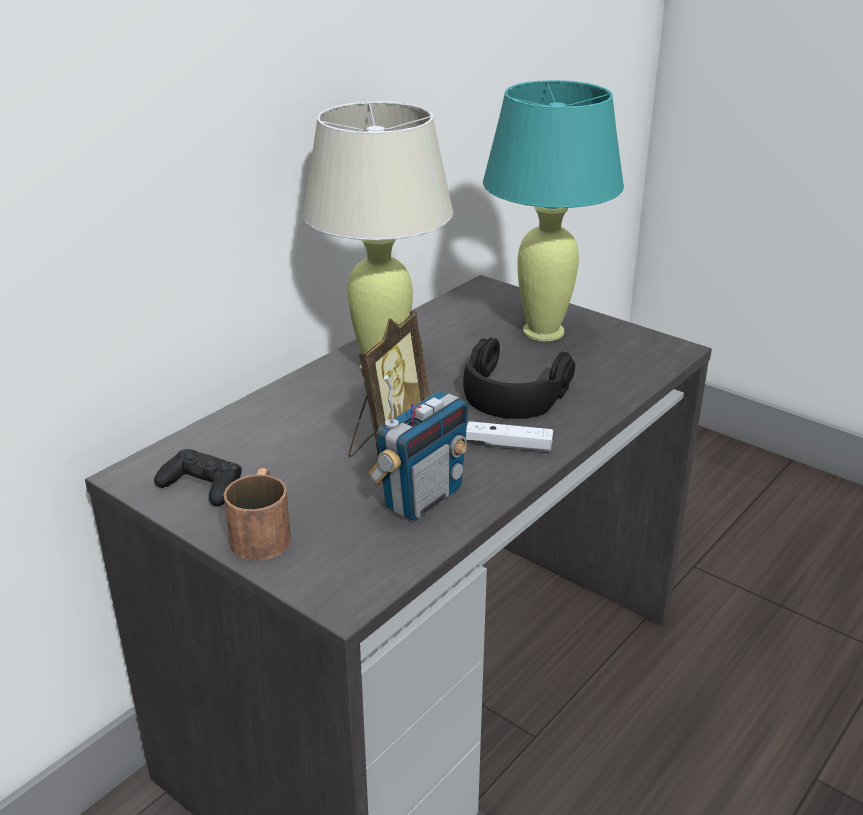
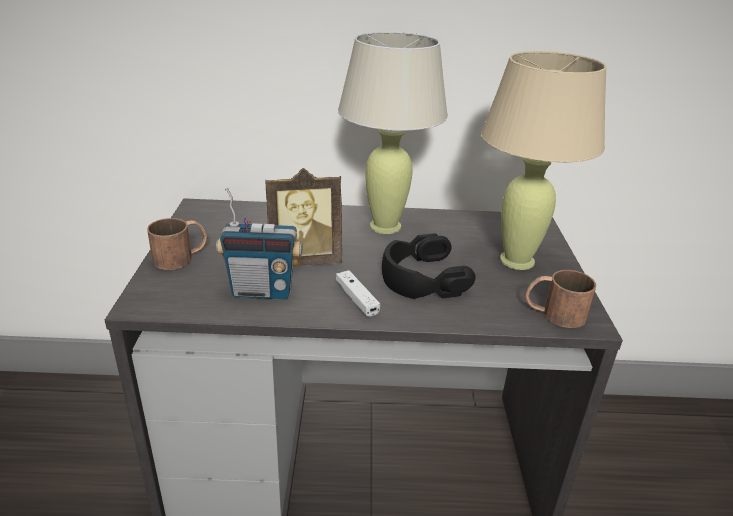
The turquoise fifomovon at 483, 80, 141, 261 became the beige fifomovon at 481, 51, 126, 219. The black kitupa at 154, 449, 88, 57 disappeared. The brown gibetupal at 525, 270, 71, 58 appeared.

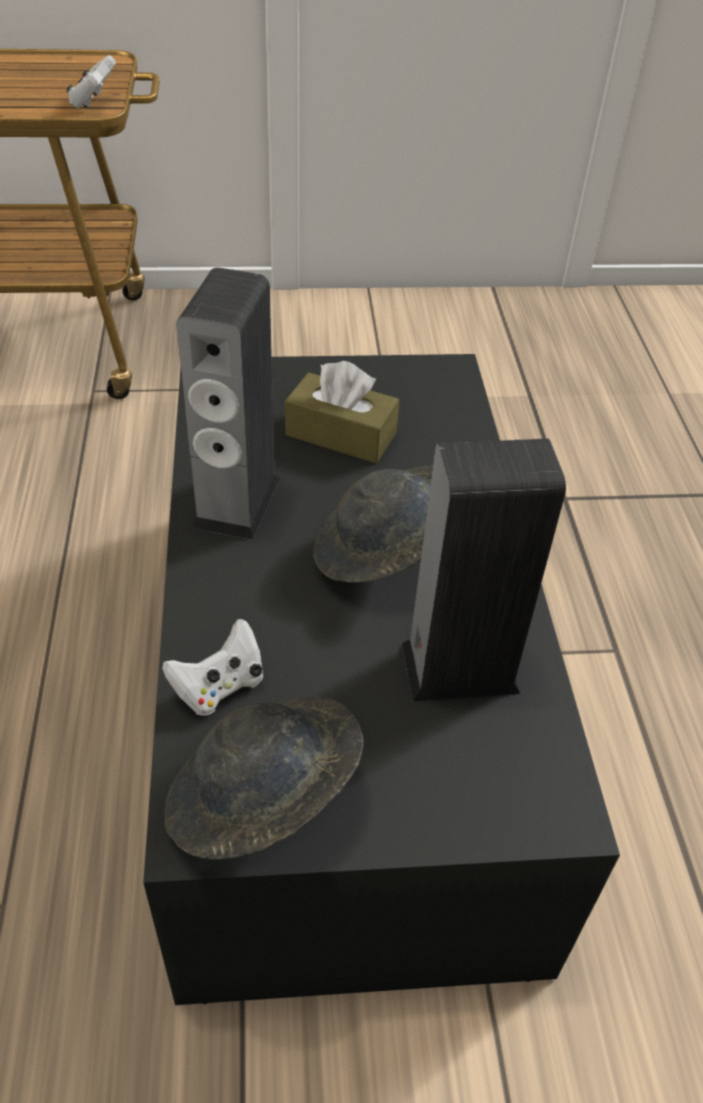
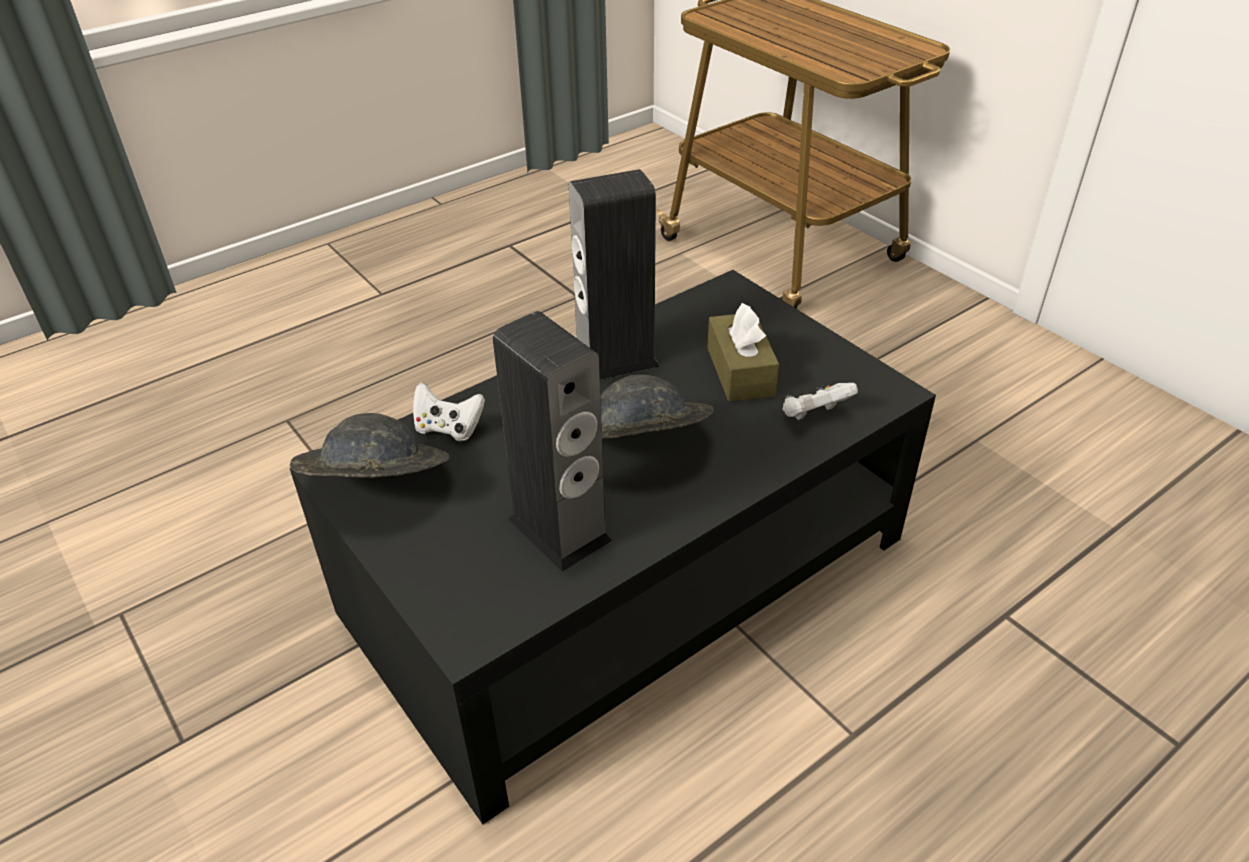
The white kitupa moved from 66, 55, 50, 53 to 782, 383, 76, 37.

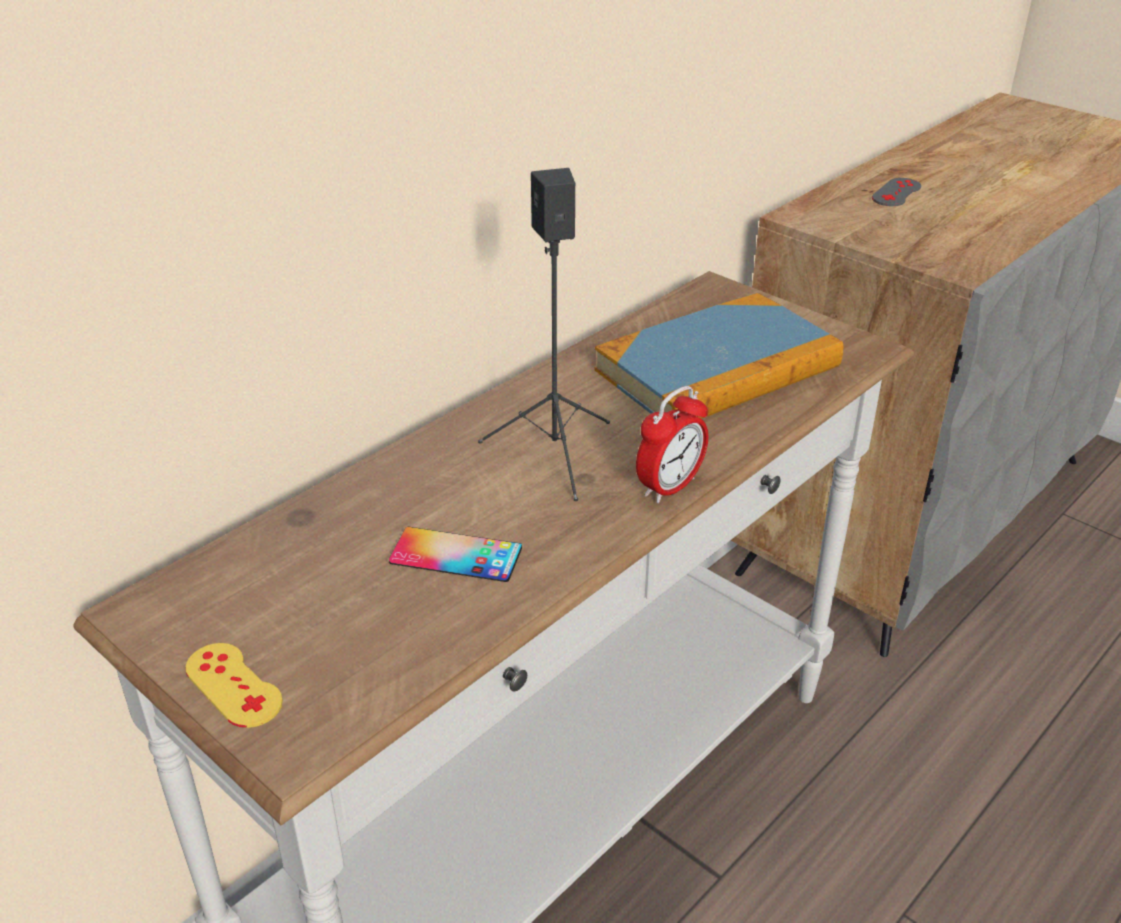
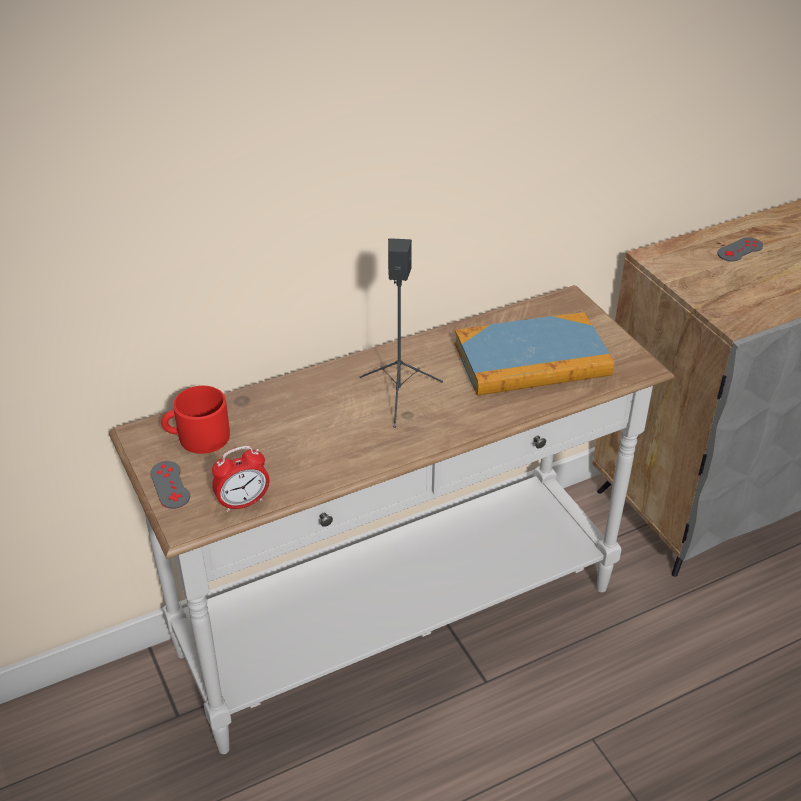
The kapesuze moved from 636, 386, 72, 117 to 212, 446, 57, 66. The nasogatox at 389, 527, 133, 55 disappeared. The yellow kitupa at 185, 643, 98, 85 became the grey kitupa at 150, 461, 40, 48. The red gibetupal at 161, 386, 69, 68 appeared.

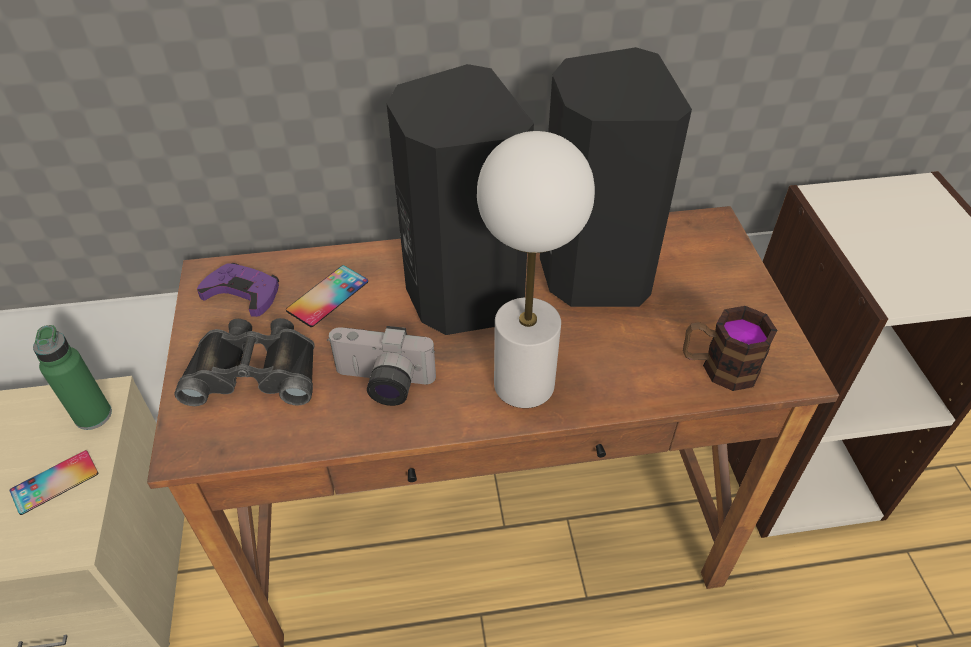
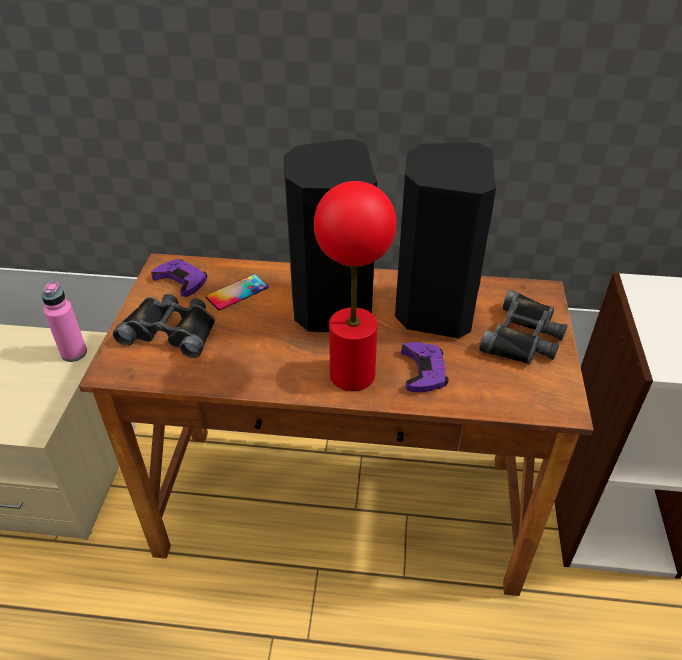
The white fifomovon at 477, 131, 118, 277 became the red fifomovon at 314, 181, 82, 210. The gibetupal at 683, 306, 95, 85 disappeared. The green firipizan at 33, 325, 79, 105 became the pink firipizan at 42, 281, 45, 81. The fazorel at 327, 326, 109, 80 disappeared. The nasogatox at 10, 450, 88, 65 disappeared. The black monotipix at 479, 290, 89, 75 appeared. The purple kitupa at 401, 342, 47, 50 appeared.

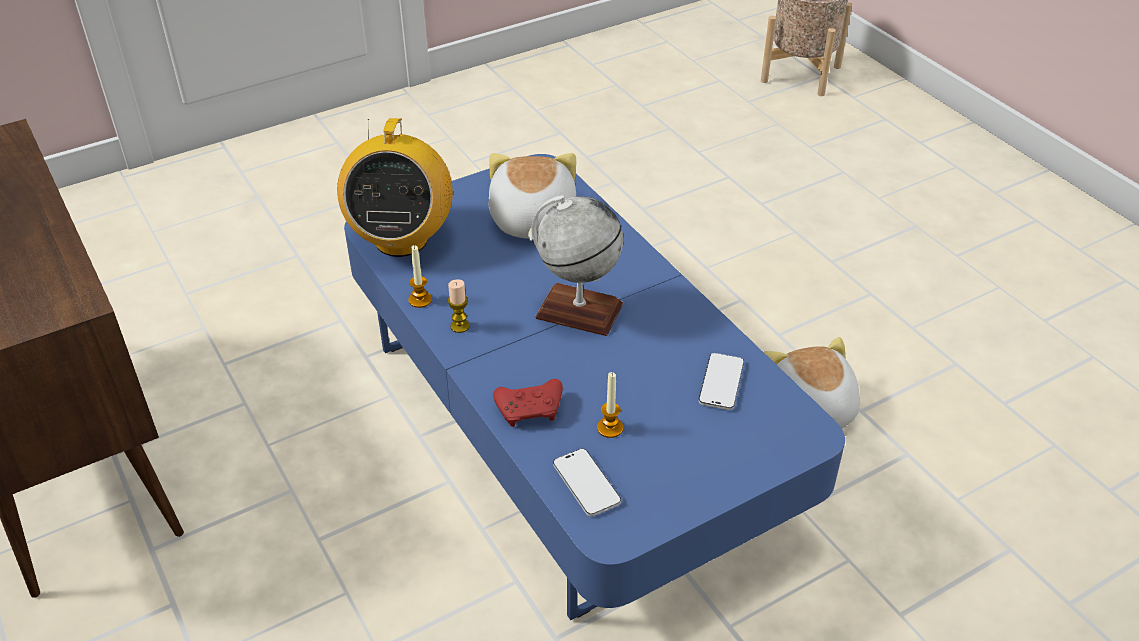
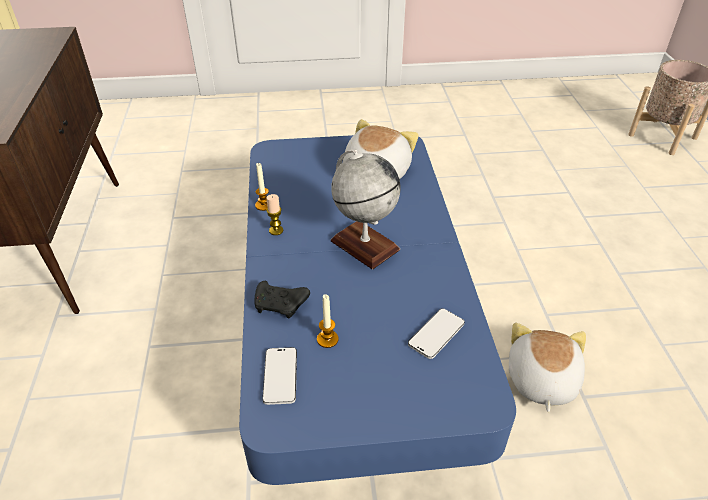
The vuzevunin at 337, 118, 116, 139 disappeared. The red kitupa at 493, 379, 70, 48 became the black kitupa at 254, 281, 56, 37.

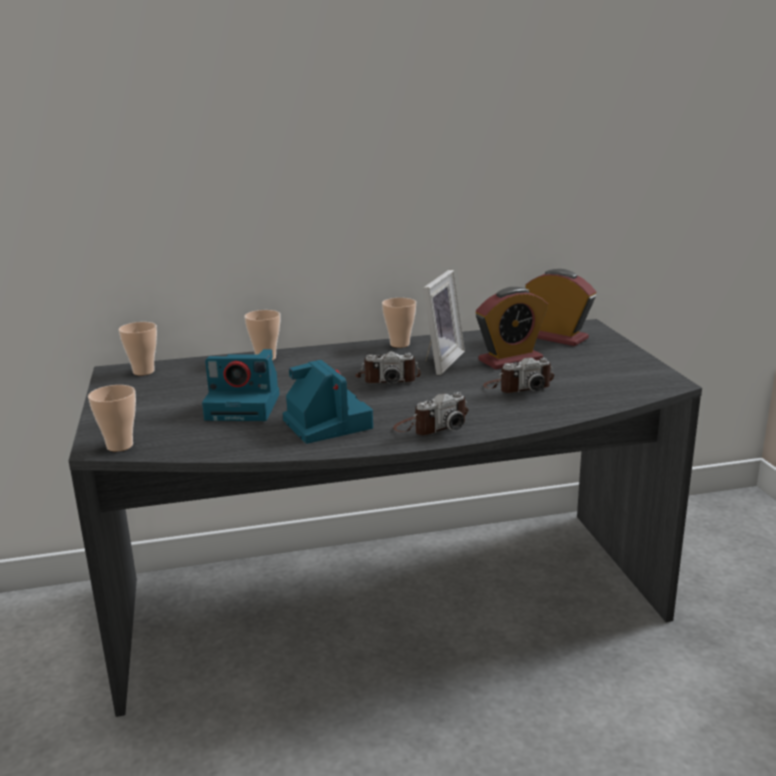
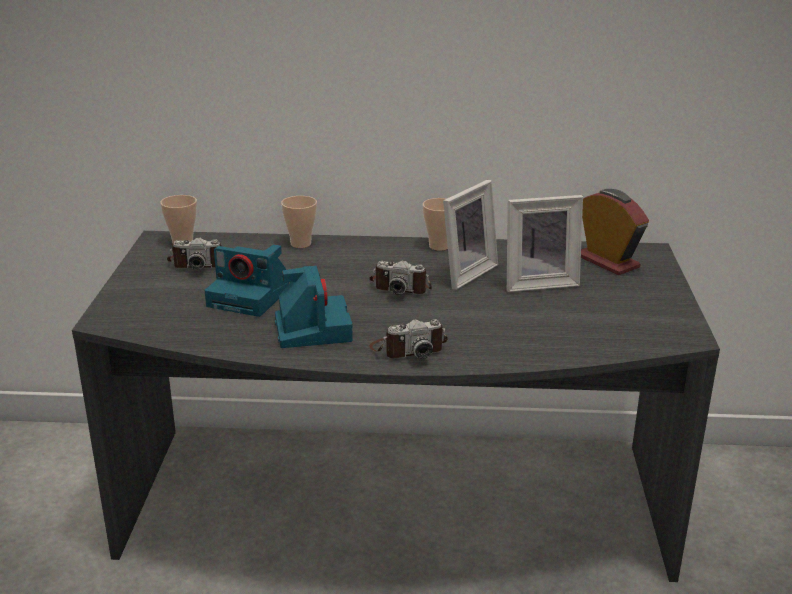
The kapesuze at 476, 287, 72, 82 was replaced by the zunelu at 507, 195, 76, 97. The fazorel moved from 483, 358, 71, 35 to 167, 237, 55, 33. The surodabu at 88, 385, 48, 67 disappeared.

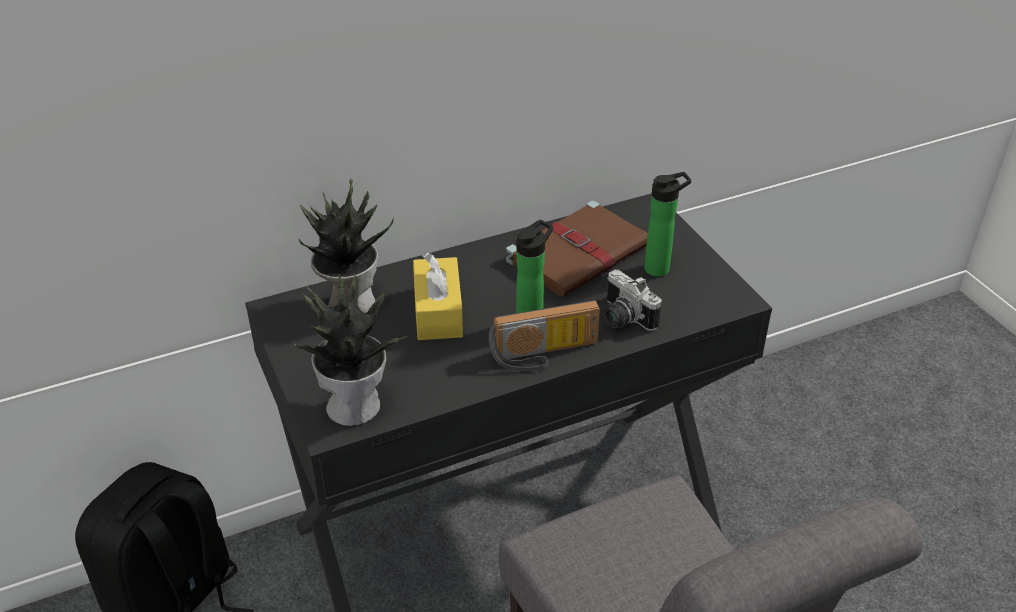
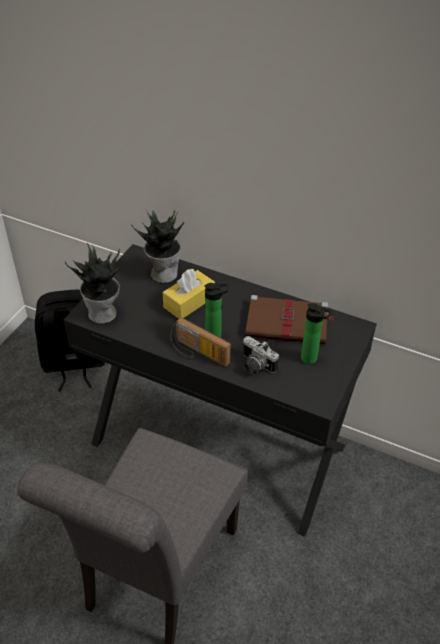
The fazorel at 603, 270, 58, 61 turned 60 degrees counterclockwise.

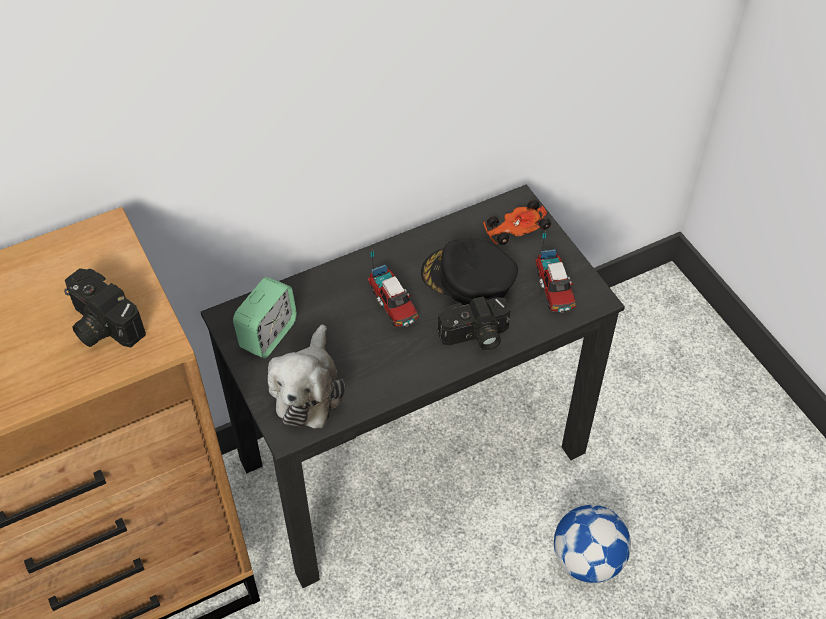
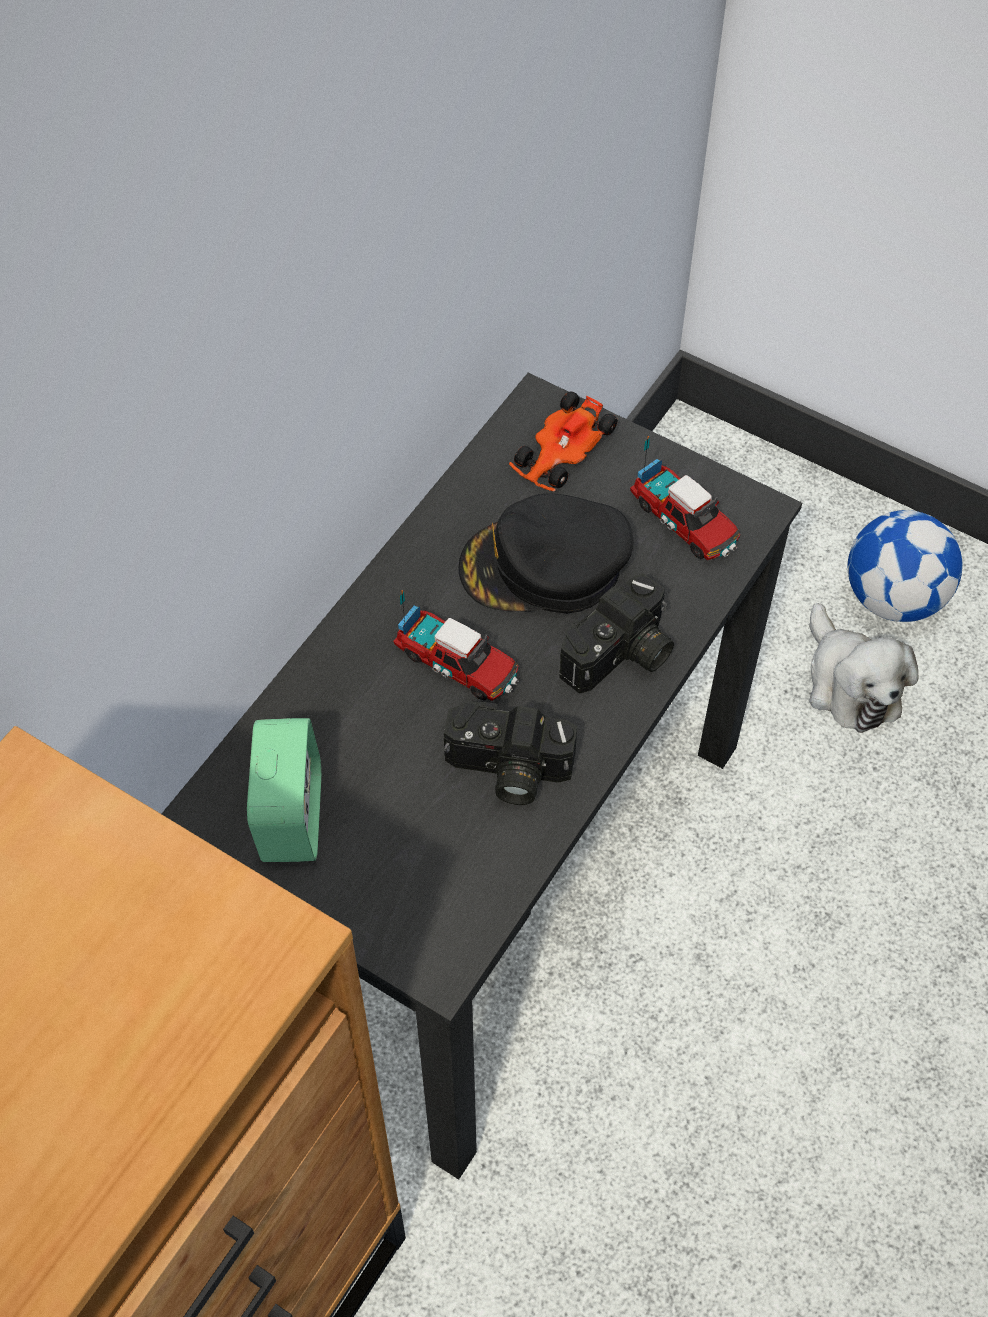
The fazorel moved from 64, 268, 82, 80 to 443, 701, 134, 104. The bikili moved from 268, 325, 77, 103 to 809, 603, 109, 130. The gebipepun moved from 554, 505, 77, 78 to 848, 510, 114, 112.

